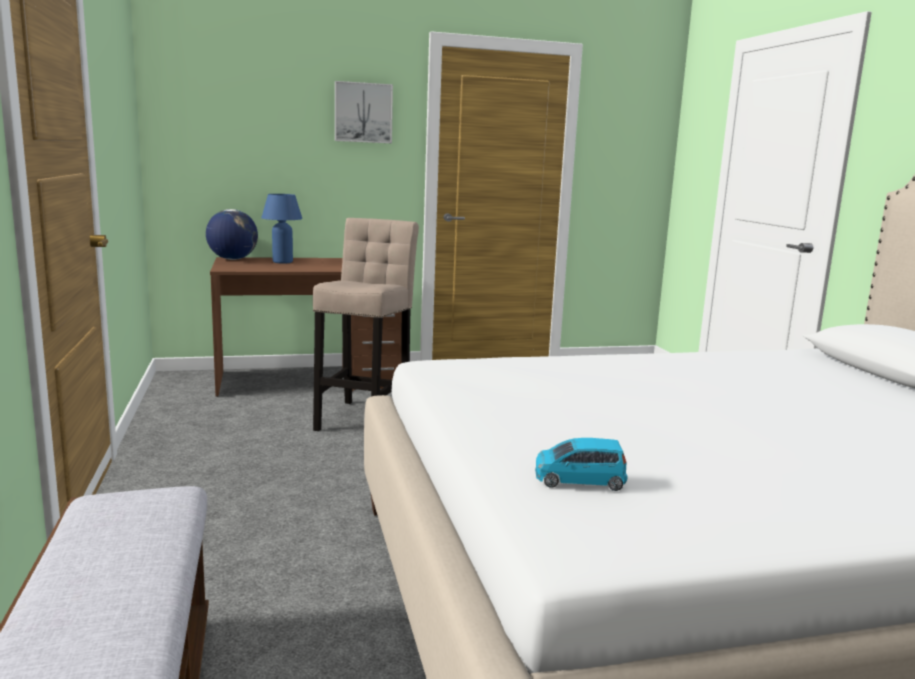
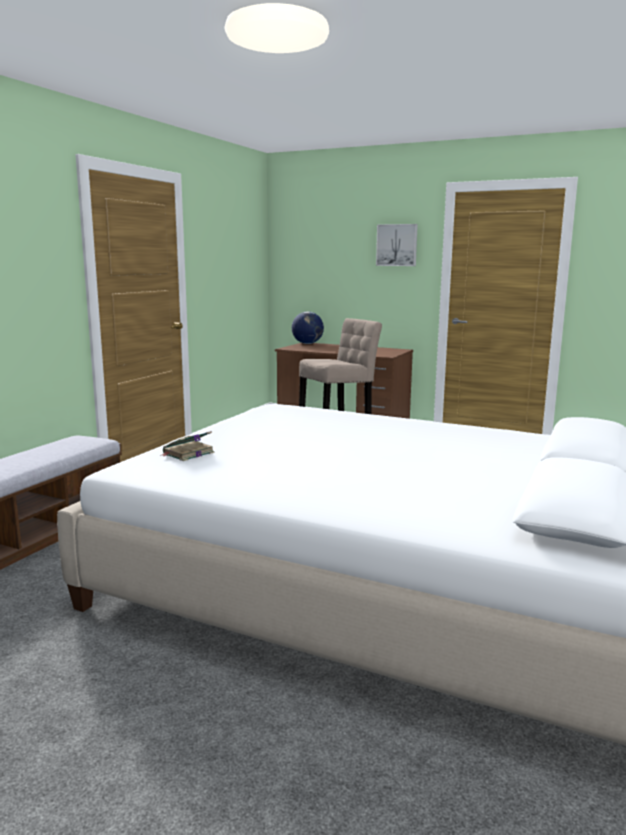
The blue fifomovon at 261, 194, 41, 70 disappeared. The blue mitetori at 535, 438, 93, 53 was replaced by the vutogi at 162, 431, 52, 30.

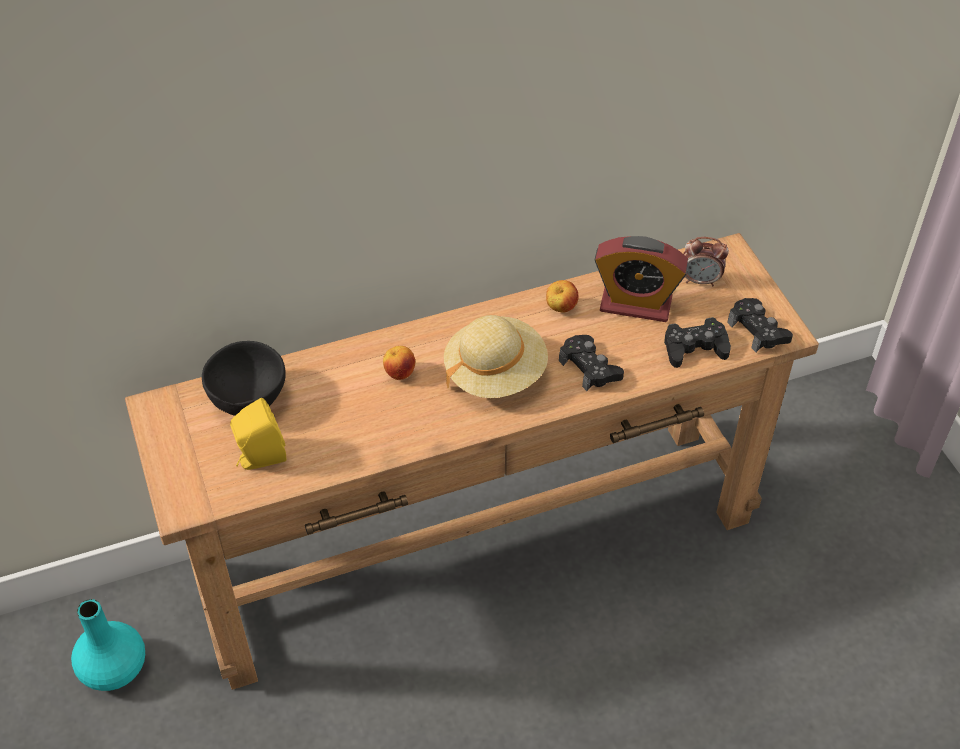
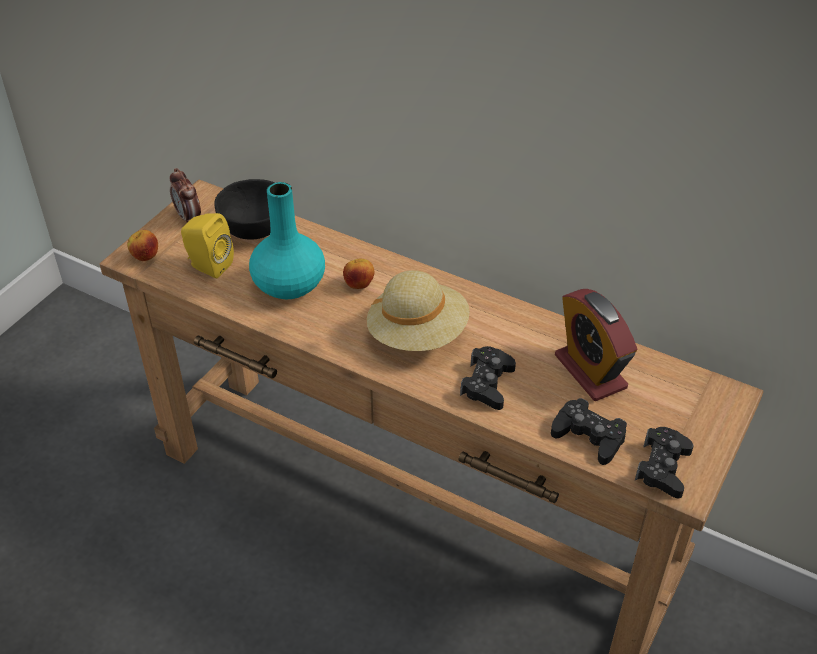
The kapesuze moved from 683, 237, 46, 49 to 170, 168, 31, 55. The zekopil moved from 546, 280, 33, 33 to 127, 230, 31, 31. The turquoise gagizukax moved from 71, 599, 74, 92 to 249, 182, 76, 117.

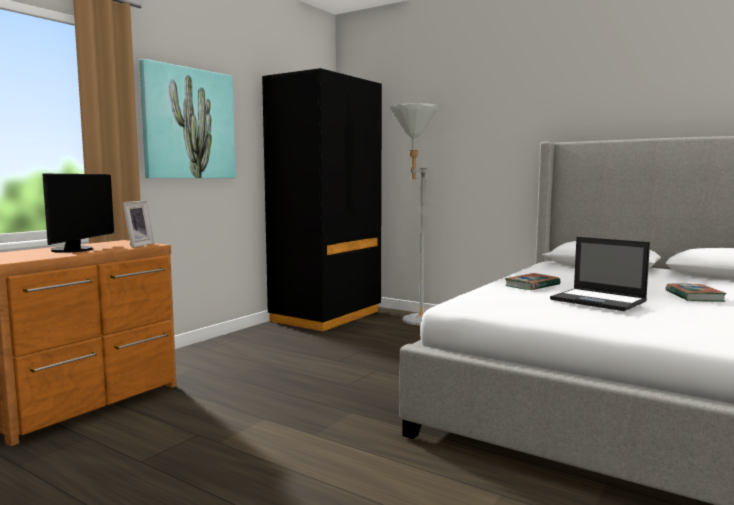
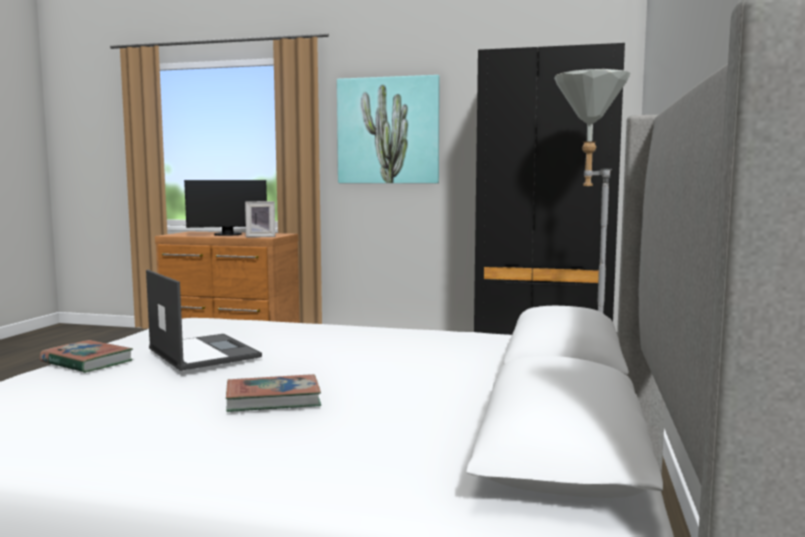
The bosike at 550, 237, 100, 74 turned 120 degrees clockwise. The vutogi moved from 505, 273, 56, 17 to 40, 340, 93, 33.

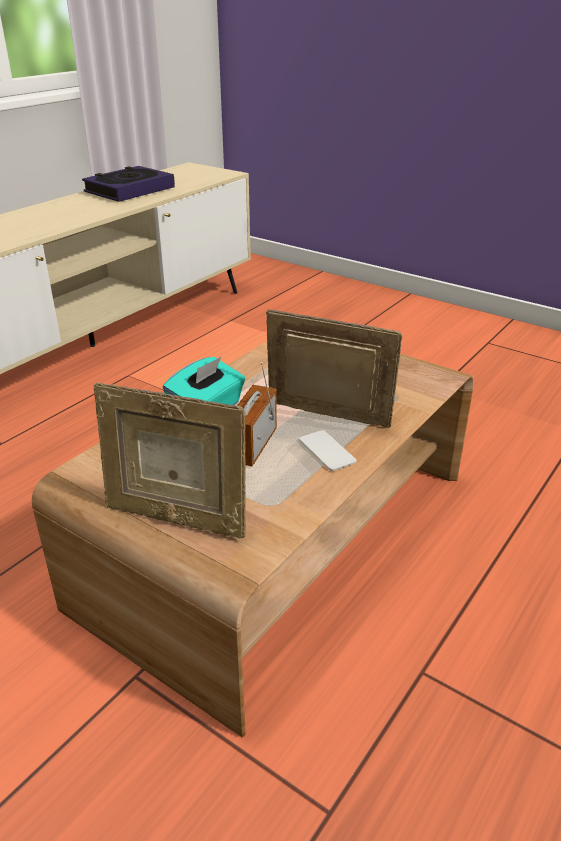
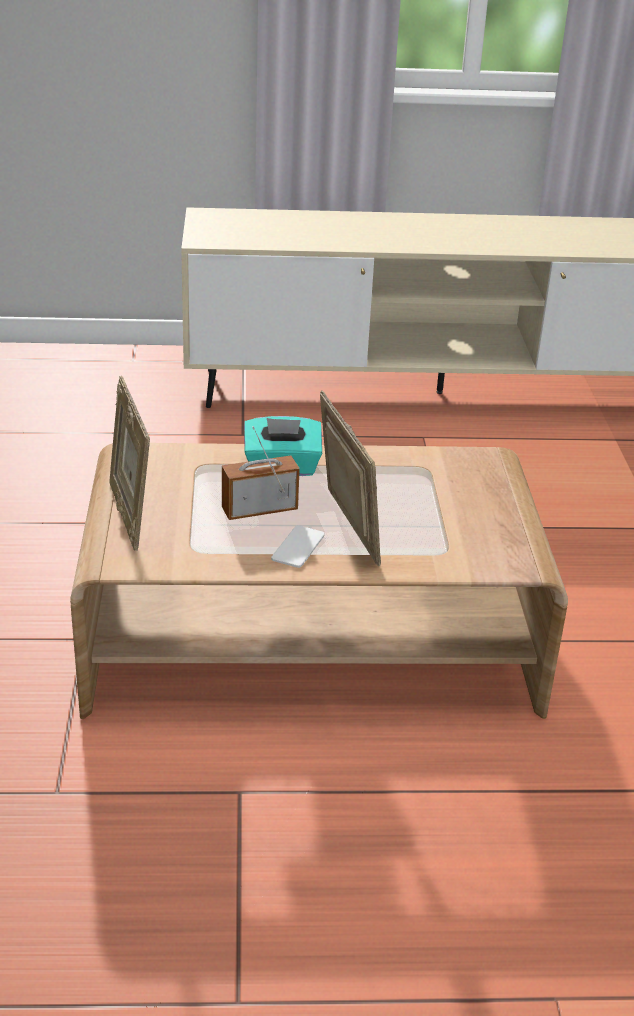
The vutogi at 82, 166, 93, 36 disappeared.

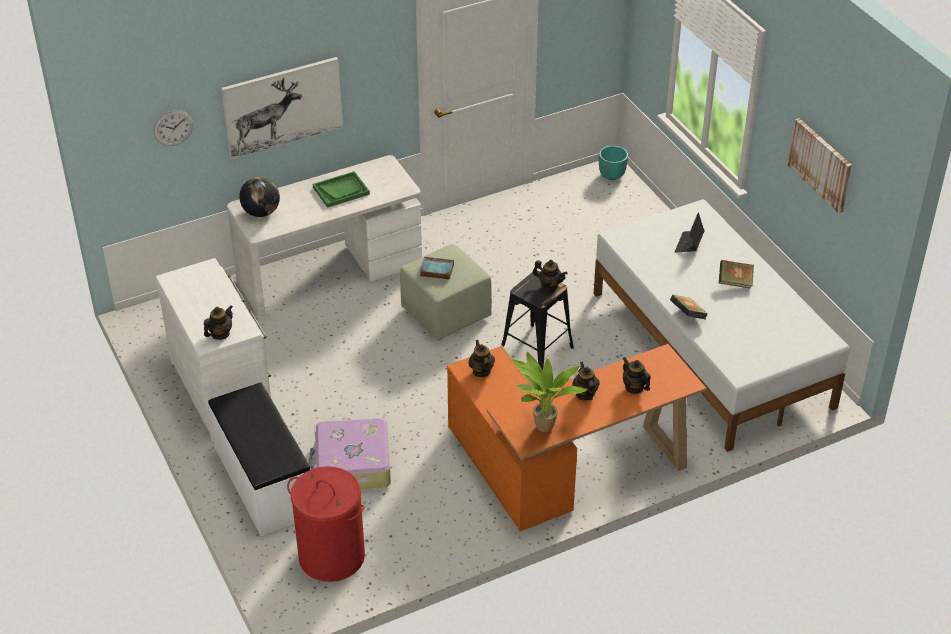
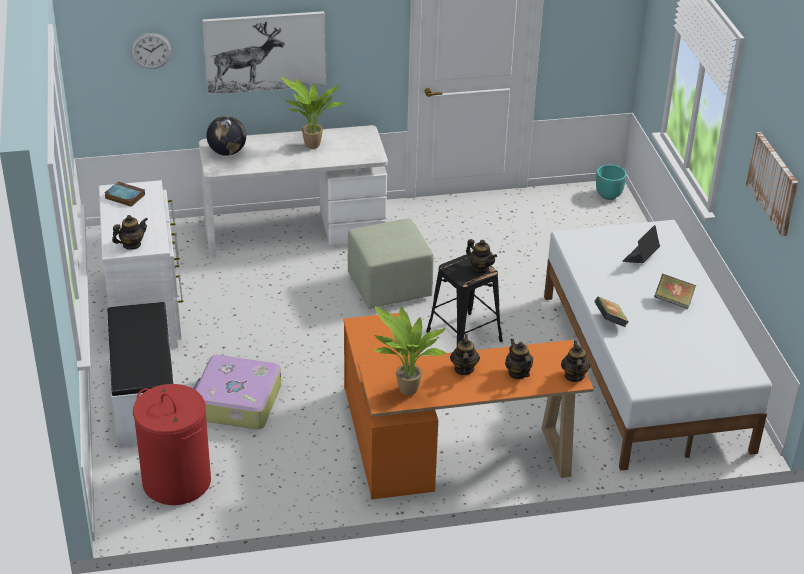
The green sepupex at 313, 171, 57, 37 was replaced by the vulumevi at 281, 76, 64, 73. The vutogi moved from 420, 257, 34, 23 to 105, 181, 40, 26. The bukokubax moved from 468, 340, 27, 37 to 561, 341, 30, 41.

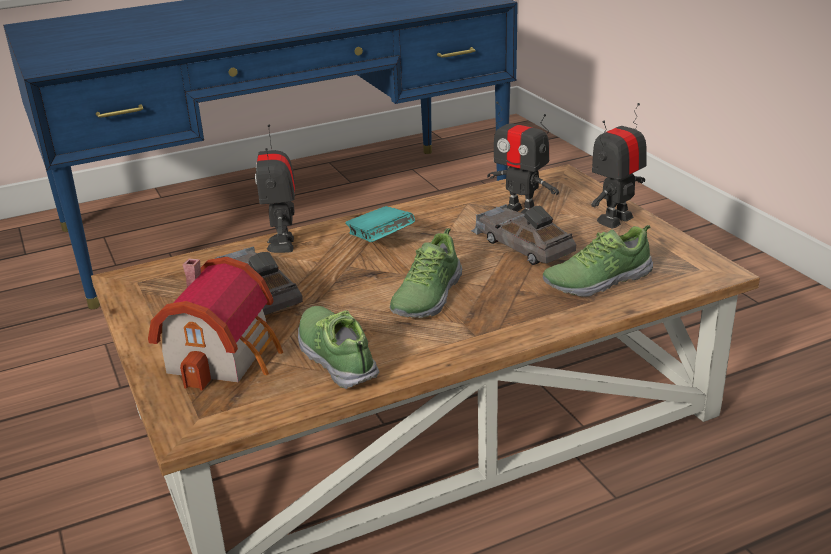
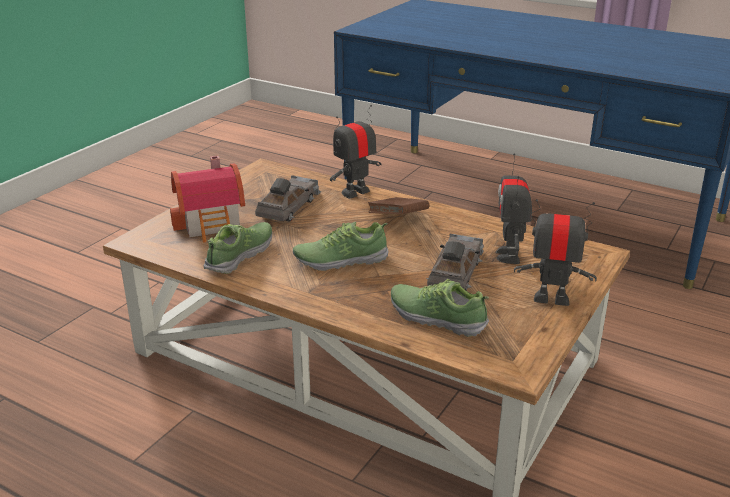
The turquoise vutogi at 345, 206, 70, 36 became the brown vutogi at 368, 197, 61, 17.

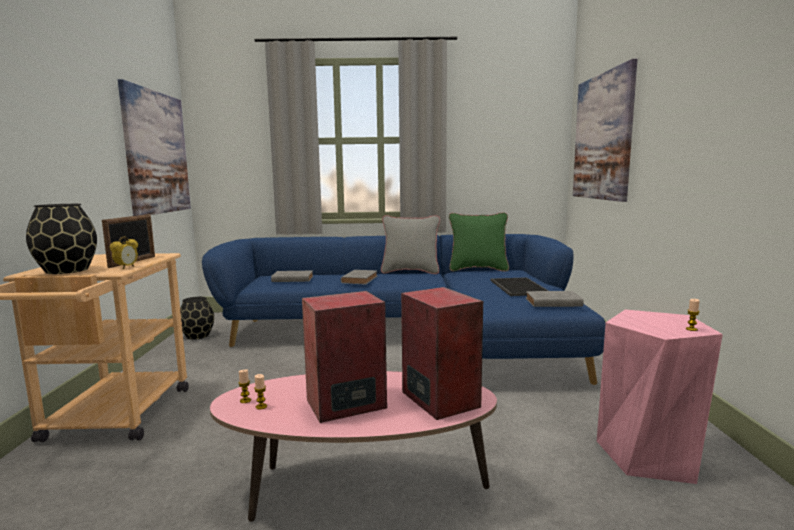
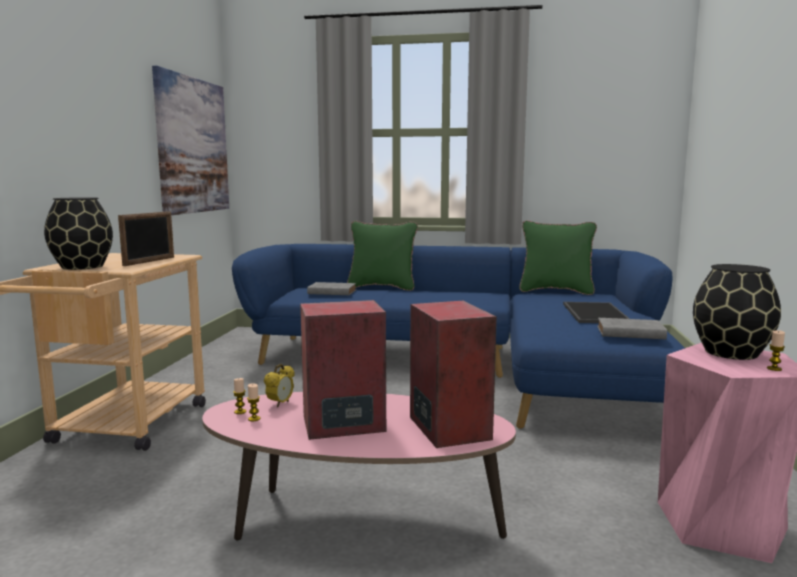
The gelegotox at 573, 59, 64, 143 disappeared. The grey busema at 381, 215, 59, 59 disappeared. The kapesuze moved from 109, 236, 29, 33 to 264, 364, 31, 43. The grey vutogi at 341, 270, 36, 14 disappeared. The black gagizukax moved from 180, 297, 34, 42 to 693, 264, 88, 96. The green busema at 347, 221, 71, 70 appeared.

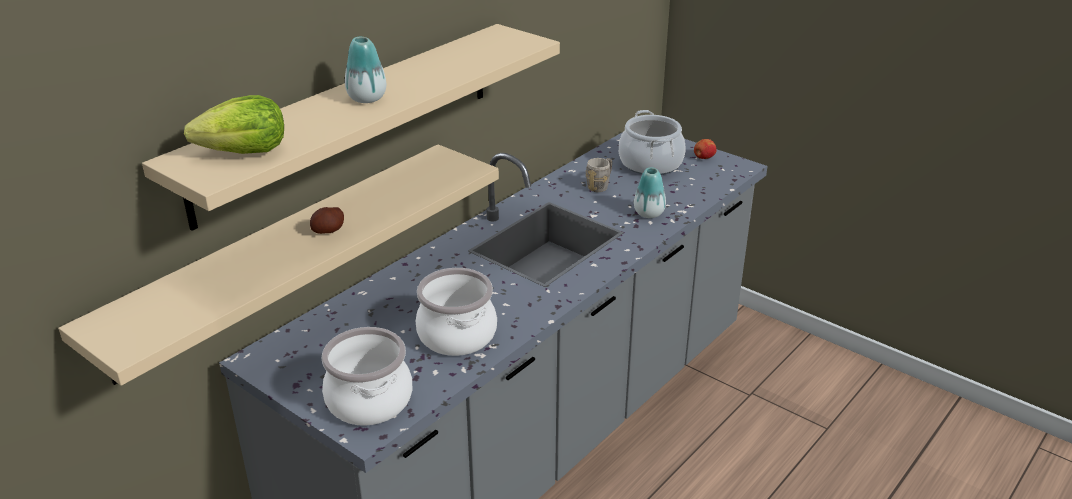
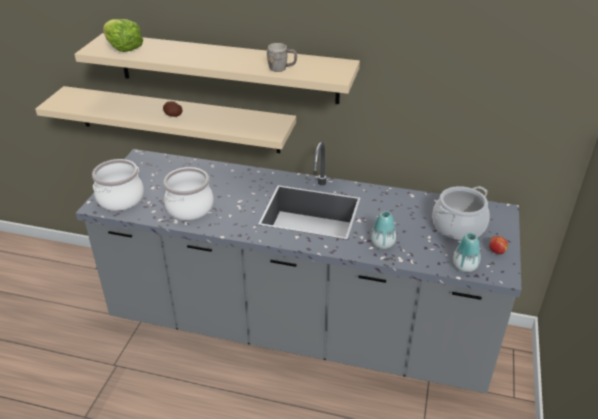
The gagizukax moved from 345, 37, 41, 66 to 453, 233, 28, 39. The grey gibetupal moved from 586, 158, 26, 34 to 267, 43, 30, 29.

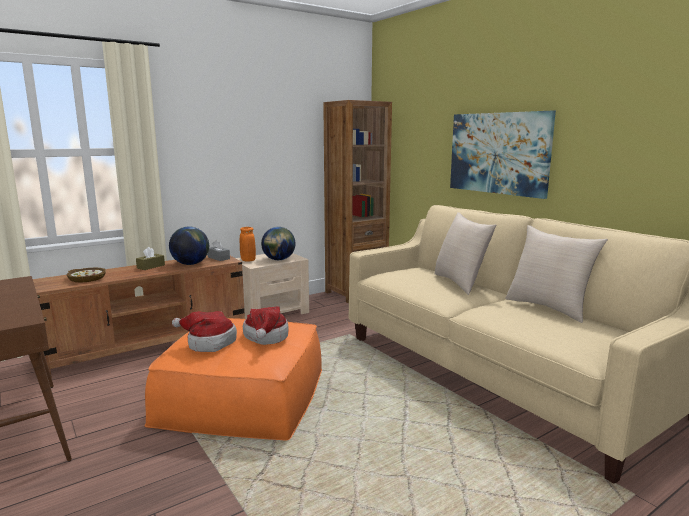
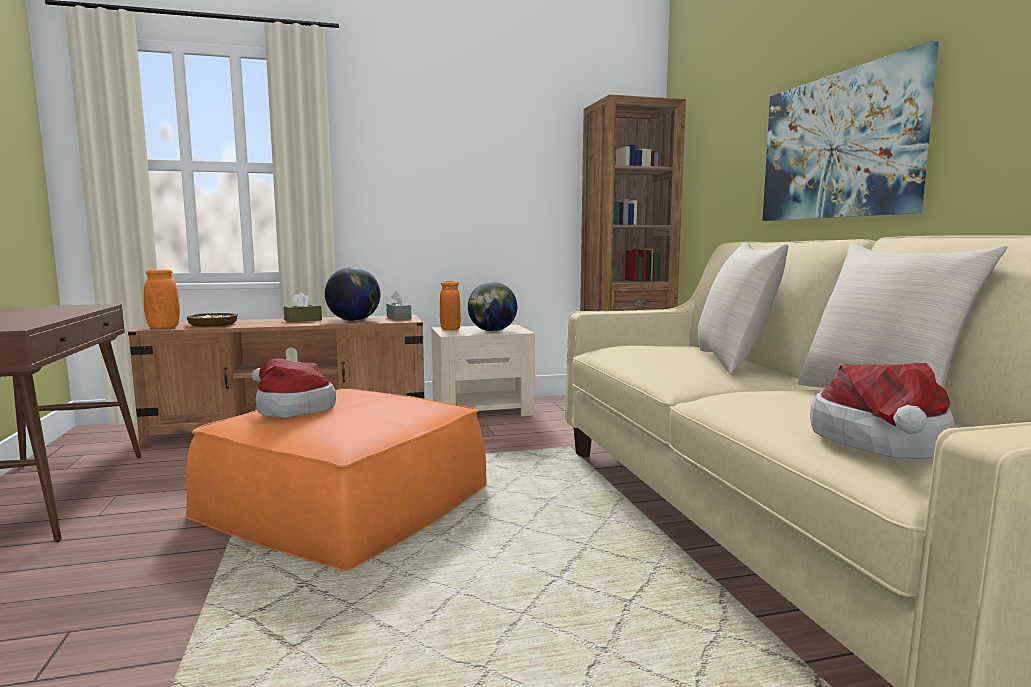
The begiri moved from 243, 307, 46, 38 to 810, 363, 144, 95. The orange gagizukax at 144, 270, 36, 59 appeared.

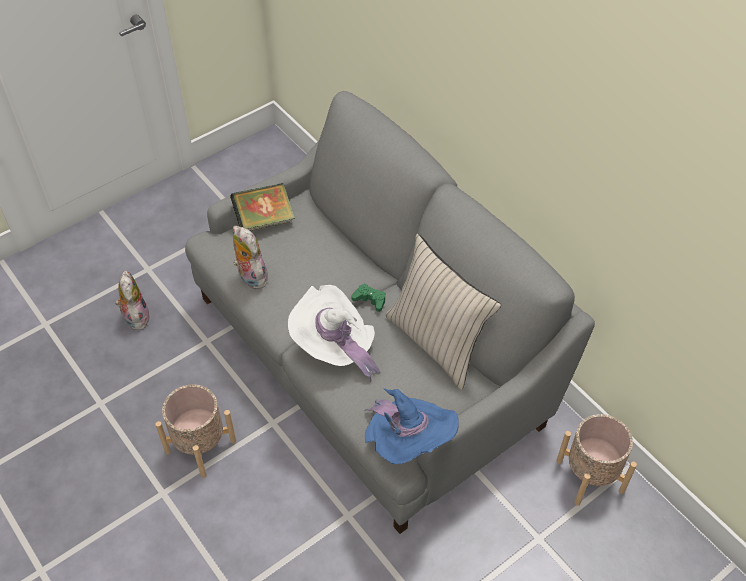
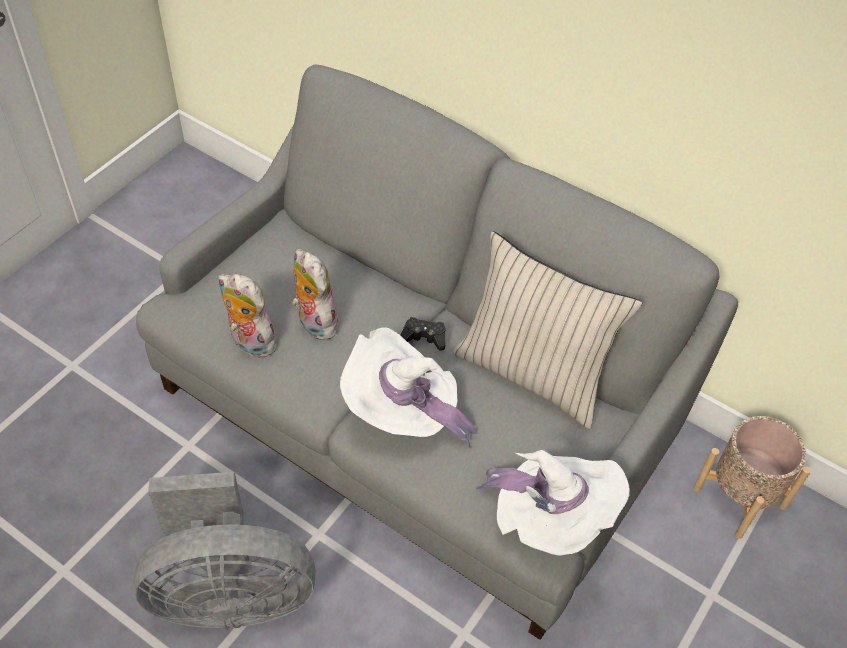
The vutogi at 230, 183, 65, 48 disappeared. The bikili moved from 115, 270, 35, 60 to 291, 249, 47, 91. The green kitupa at 351, 284, 34, 28 became the black kitupa at 400, 317, 46, 34. The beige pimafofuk at 155, 384, 81, 94 was replaced by the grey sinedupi at 133, 472, 183, 157. The blue begiri at 364, 388, 95, 76 became the white begiri at 476, 450, 154, 106.

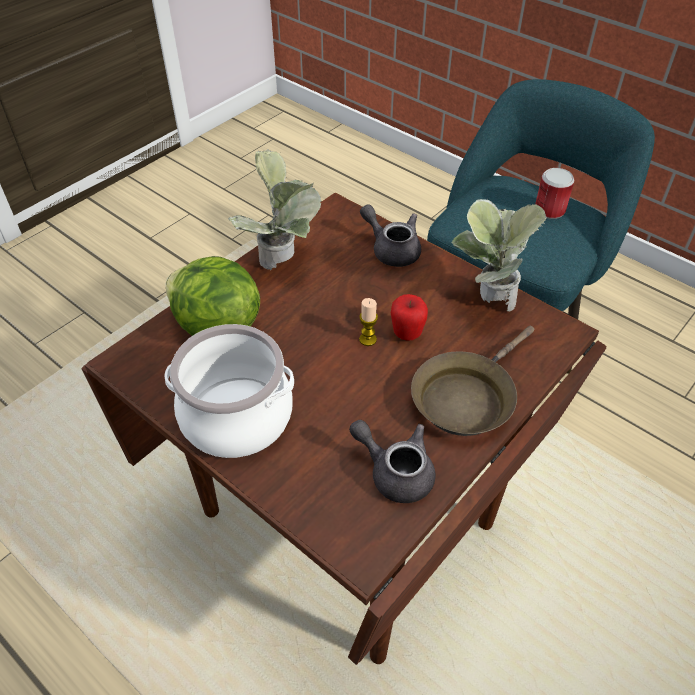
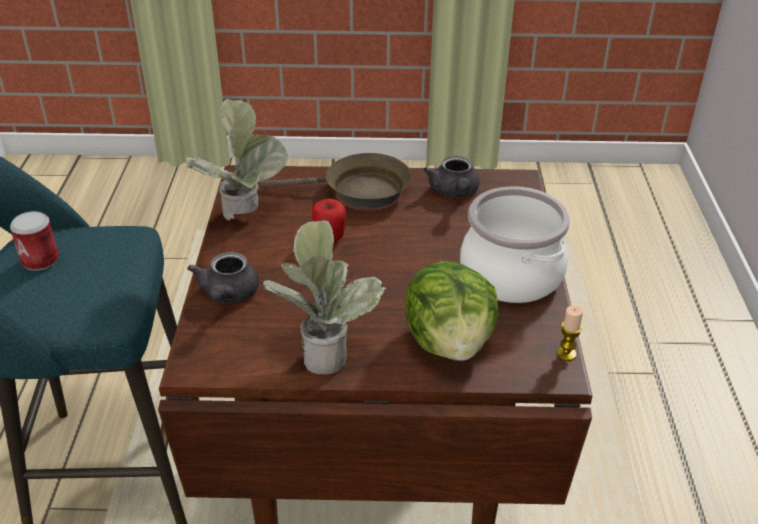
The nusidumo moved from 359, 298, 19, 48 to 556, 305, 27, 56.

